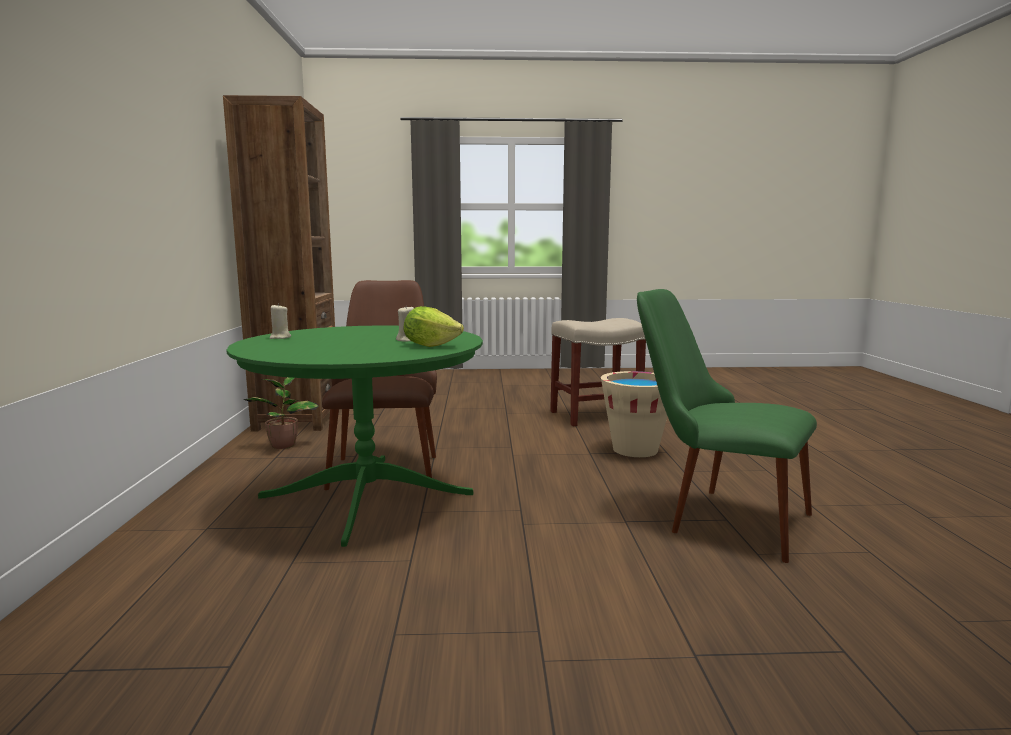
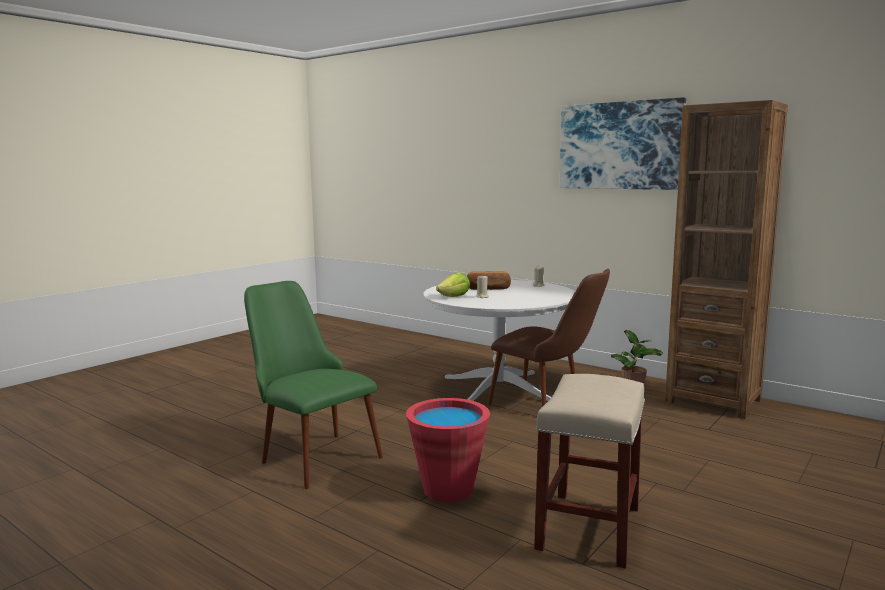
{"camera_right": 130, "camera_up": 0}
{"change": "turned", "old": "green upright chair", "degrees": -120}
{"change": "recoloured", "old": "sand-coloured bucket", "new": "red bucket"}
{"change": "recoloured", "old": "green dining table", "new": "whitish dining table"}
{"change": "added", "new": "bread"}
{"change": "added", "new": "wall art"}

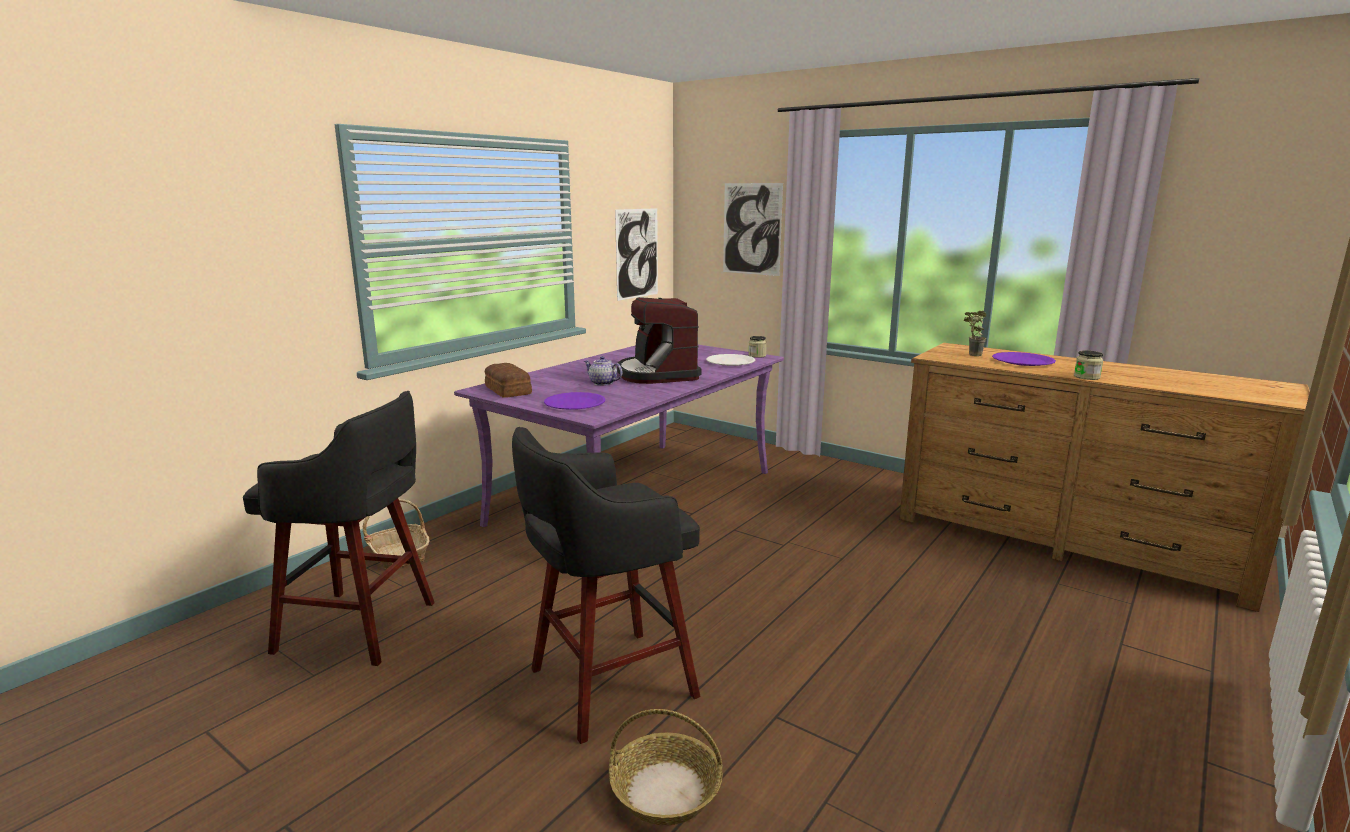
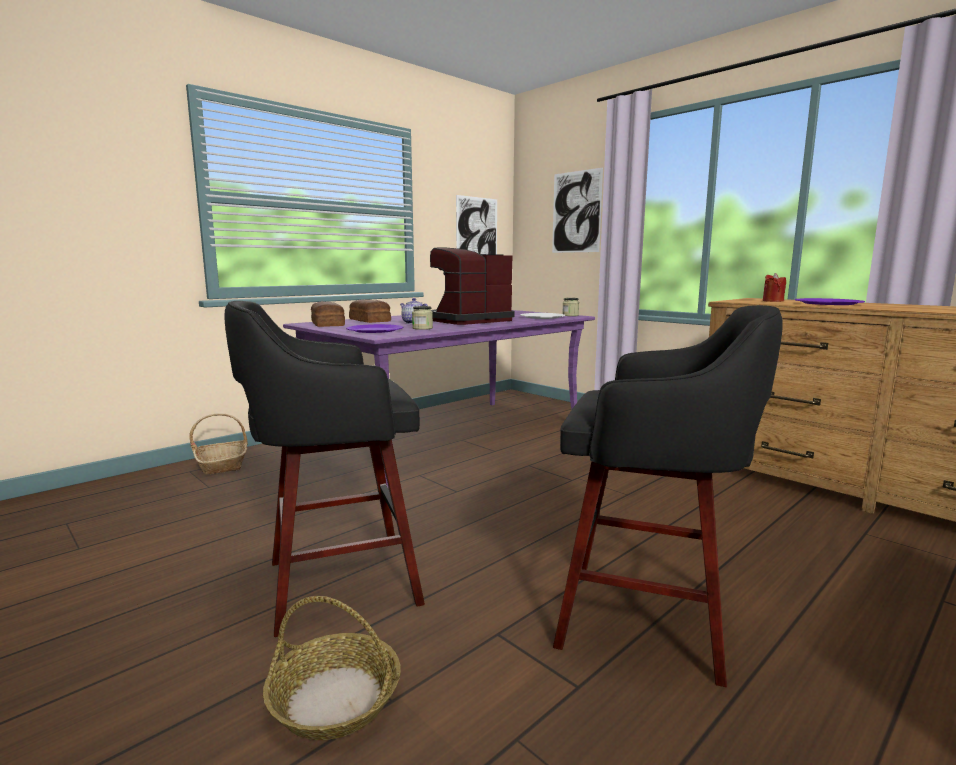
{"camera_right": 10, "camera_up": -5}
{"change": "added", "new": "bread (2nd from left)"}
{"change": "moved", "old": "jar (2nd from left in the first image)", "new": "jar (1st from left)"}
{"change": "turned", "old": "coffee maker", "degrees": 60}
{"change": "moved", "old": "black-coloured stool seat (1st from left in the first image)", "new": "black-coloured stool seat (2nd from left)"}
{"change": "replaced", "old": "potted plant", "new": "red wax candle"}

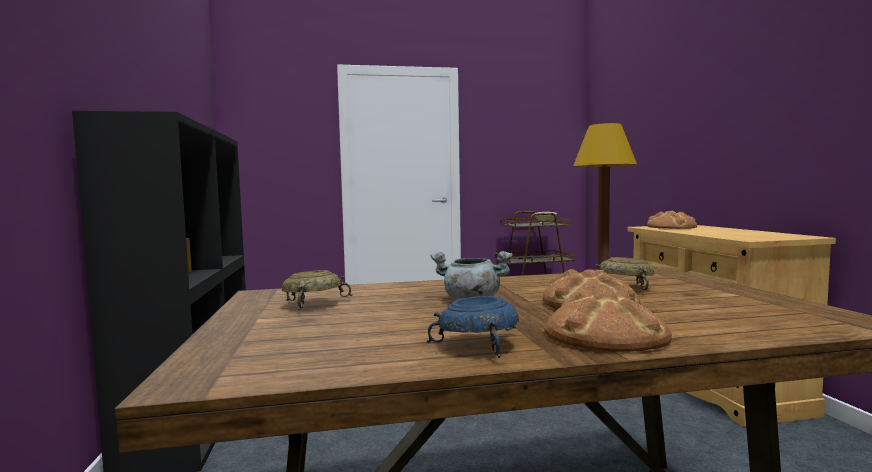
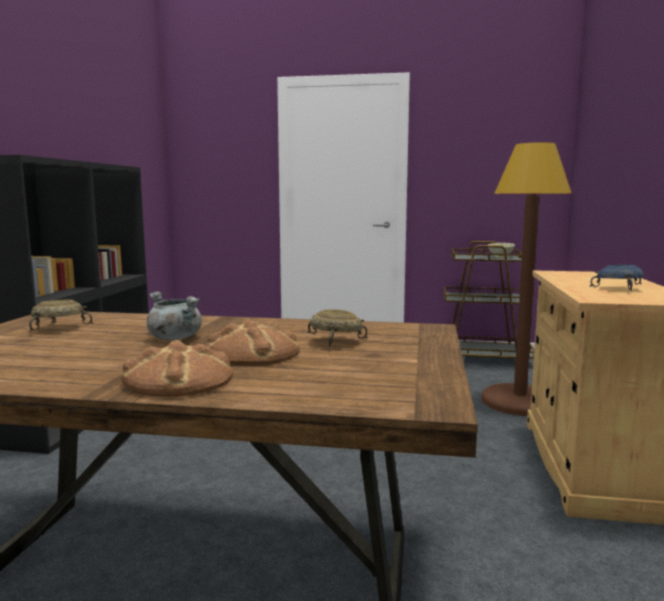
{"camera_right": 20, "camera_up": 5}
{"change": "moved", "old": "blue-coloured deep dish"}
{"change": "removed", "old": "bread (3rd from left)"}

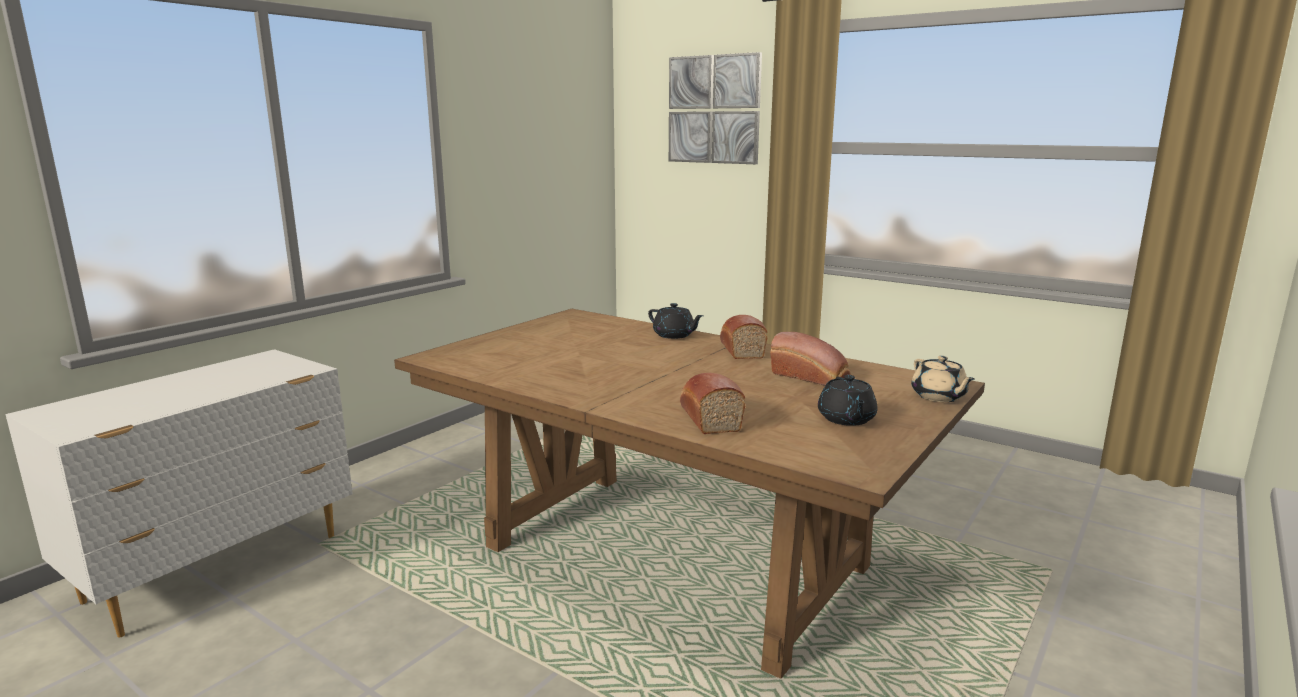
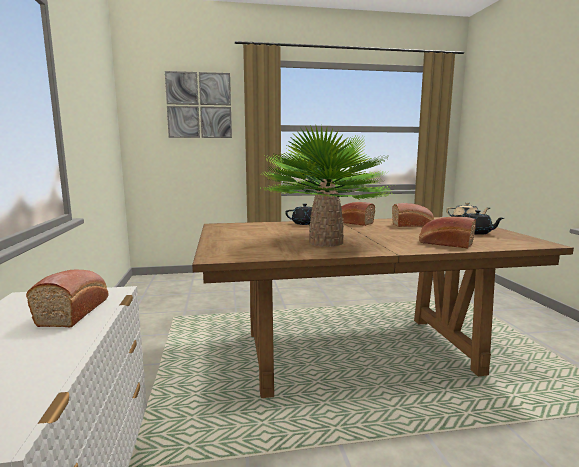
{"camera_right": -45, "camera_up": -5}
{"change": "added", "new": "bread (1st from left)"}
{"change": "added", "new": "potted plant"}

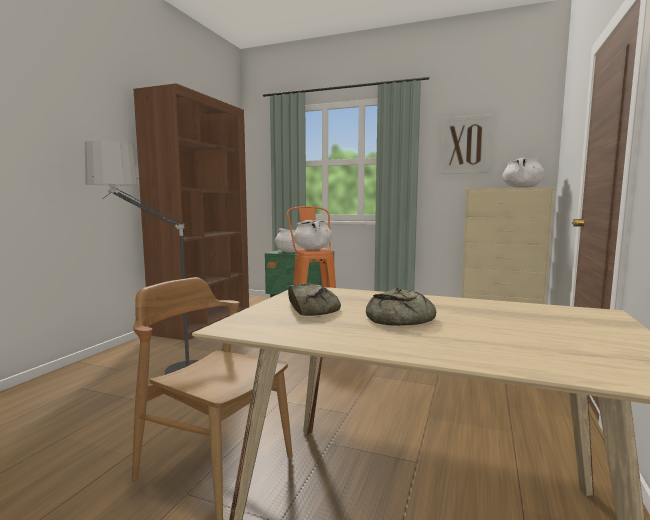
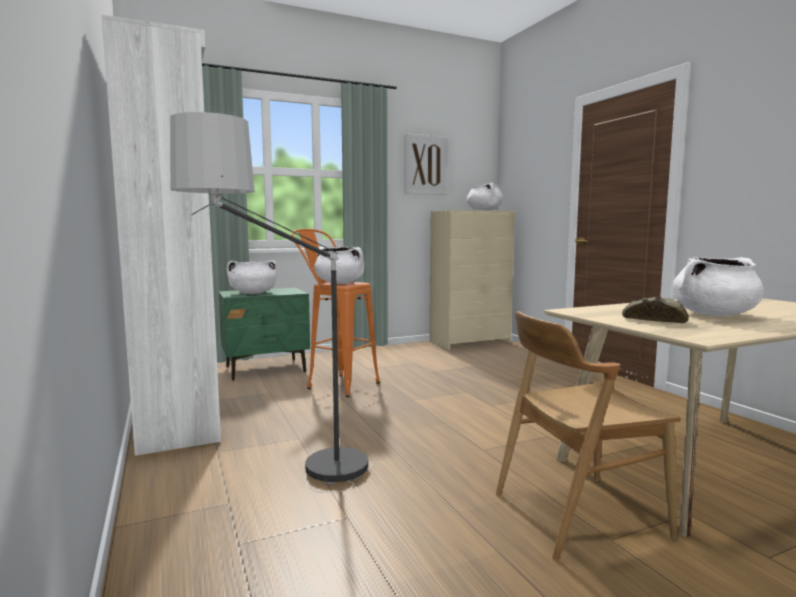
{"camera_right": -45, "camera_up": 0}
{"change": "recoloured", "old": "brown-coloured bookcase", "new": "whitish bookcase"}
{"change": "replaced", "old": "bread (2nd from left)", "new": "whitish stockpot (4th from left)"}

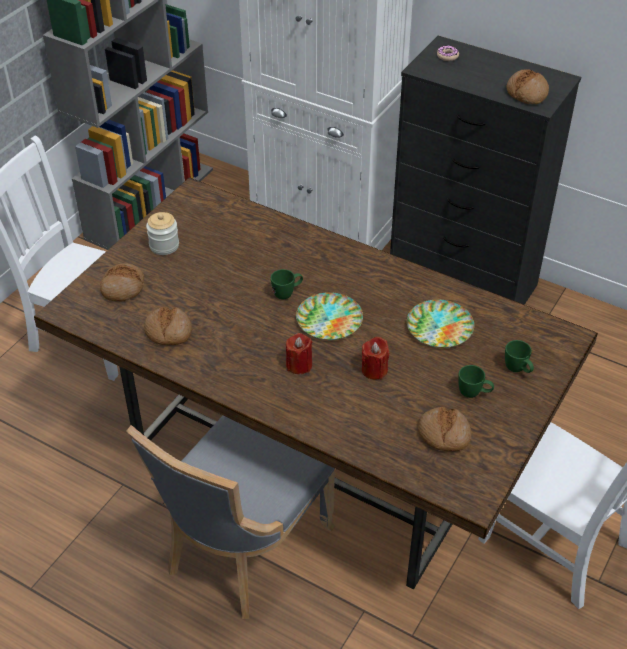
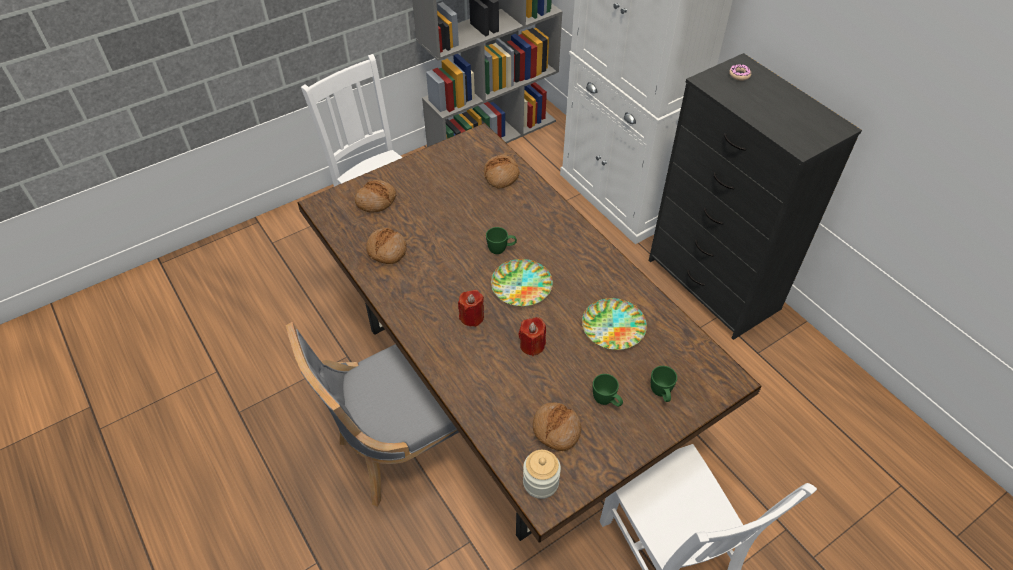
{"camera_right": 25, "camera_up": 5}
{"change": "moved", "old": "bread (4th from left in the first image)", "new": "bread (3rd from left)"}
{"change": "moved", "old": "jar"}

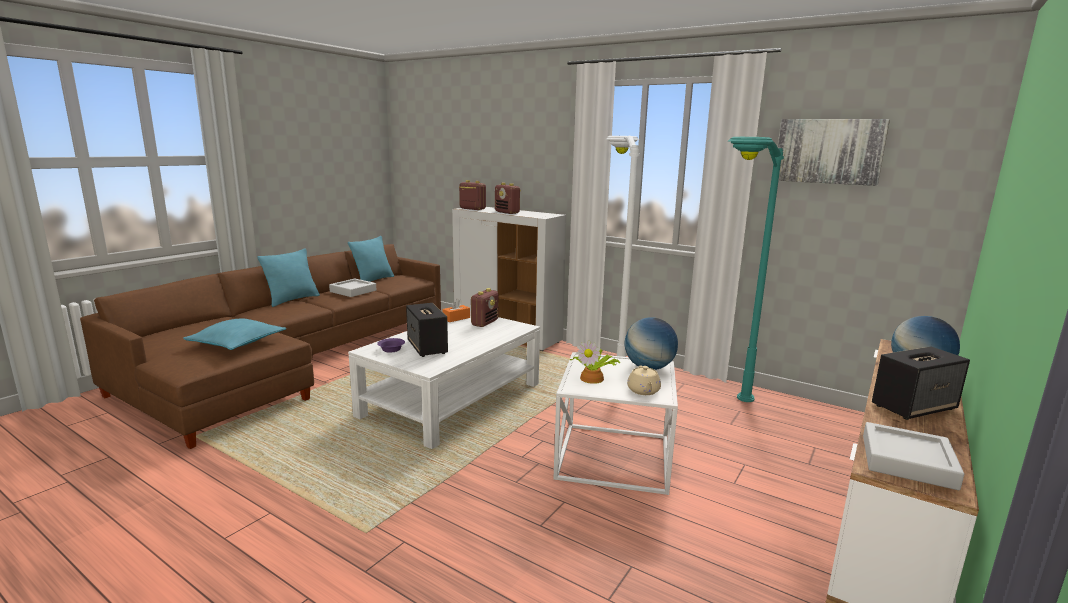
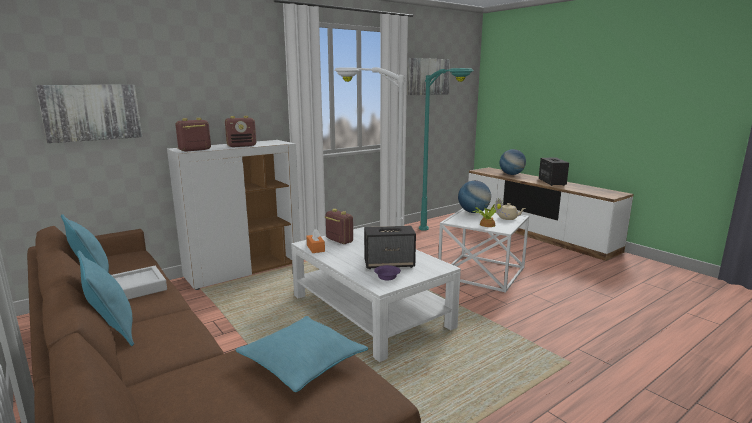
{"camera_right": -70, "camera_up": 0}
{"change": "added", "new": "wall art (1st from left)"}
{"change": "removed", "old": "grey tray (2nd from left)"}

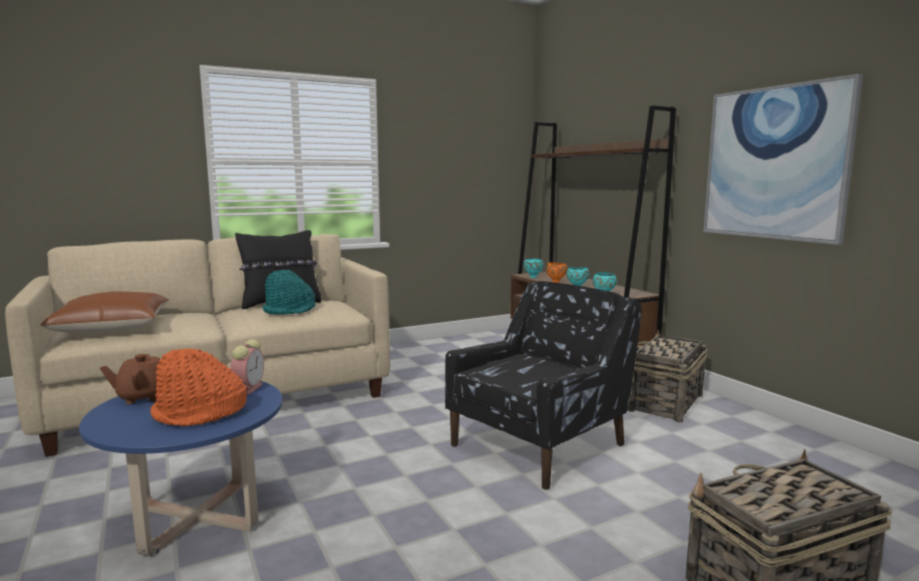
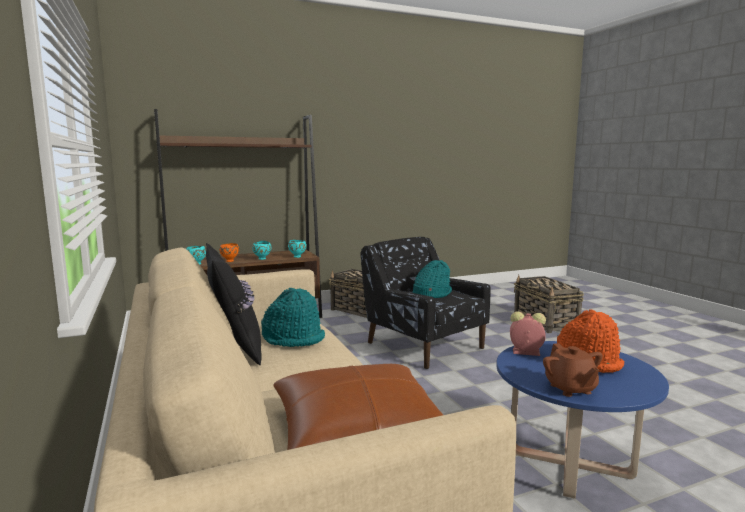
{"camera_right": -85, "camera_up": 0}
{"change": "added", "new": "blue-green hat (2nd from left)"}
{"change": "removed", "old": "wall art"}

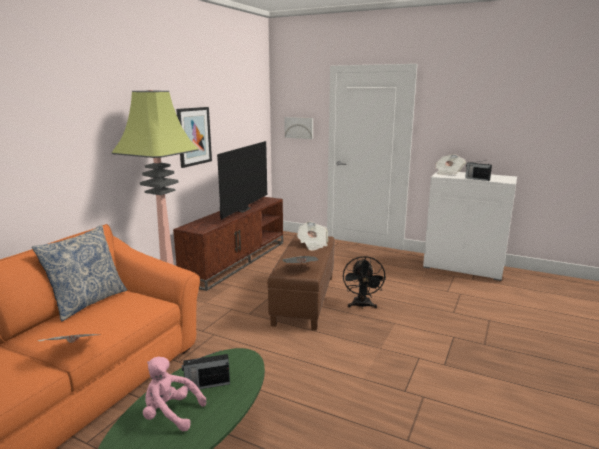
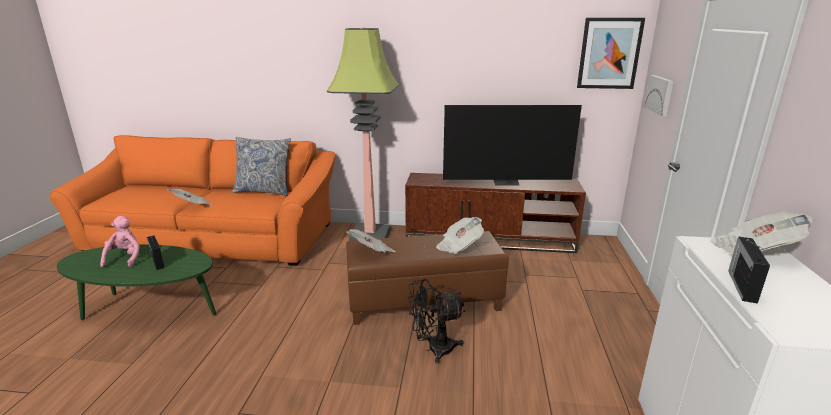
{"camera_right": 70, "camera_up": 5}
{"change": "moved", "old": "wall art (1st from left)"}

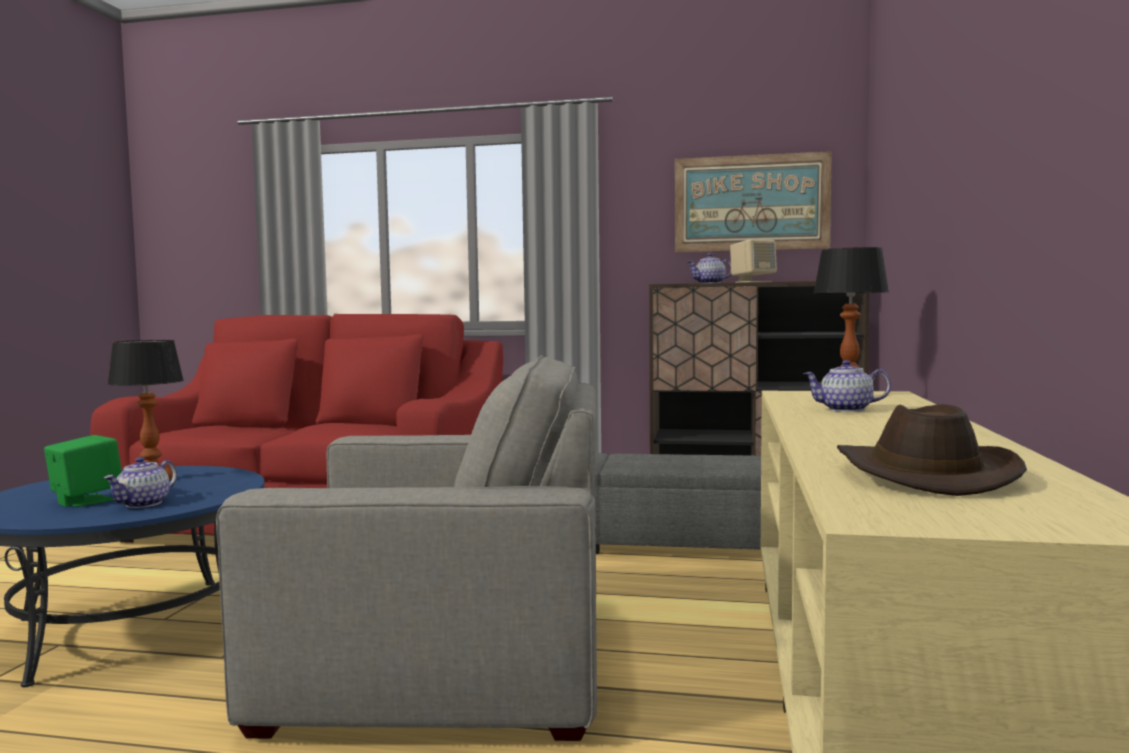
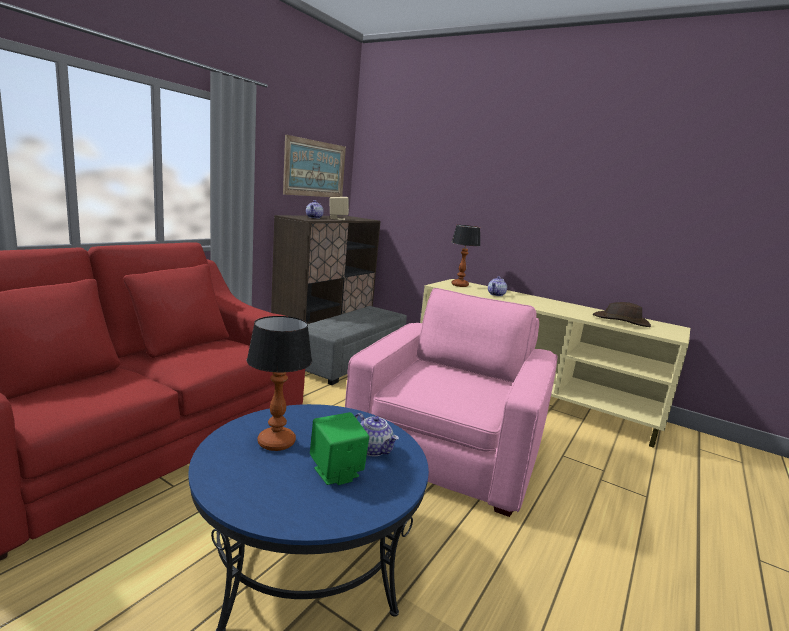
{"camera_right": -70, "camera_up": 10}
{"change": "recoloured", "old": "grey armchair", "new": "pinkish armchair"}

